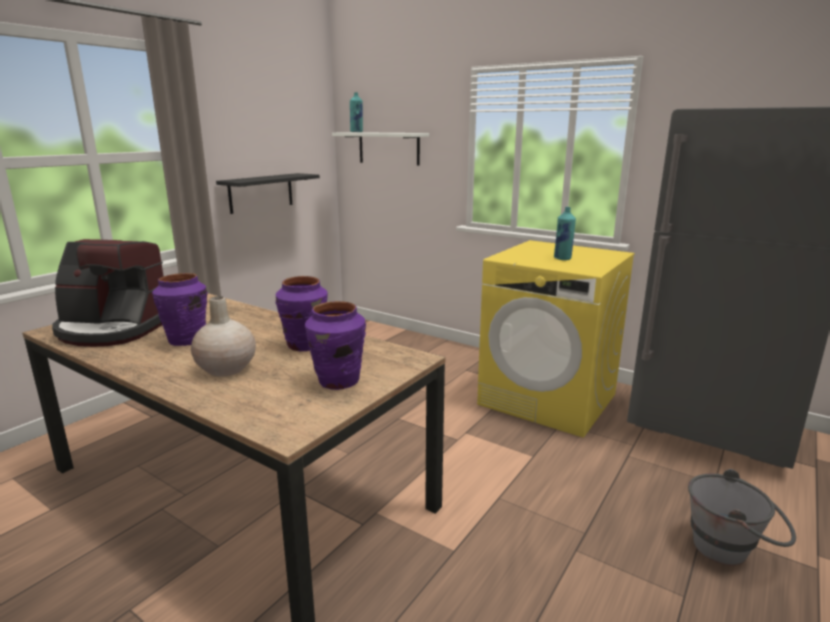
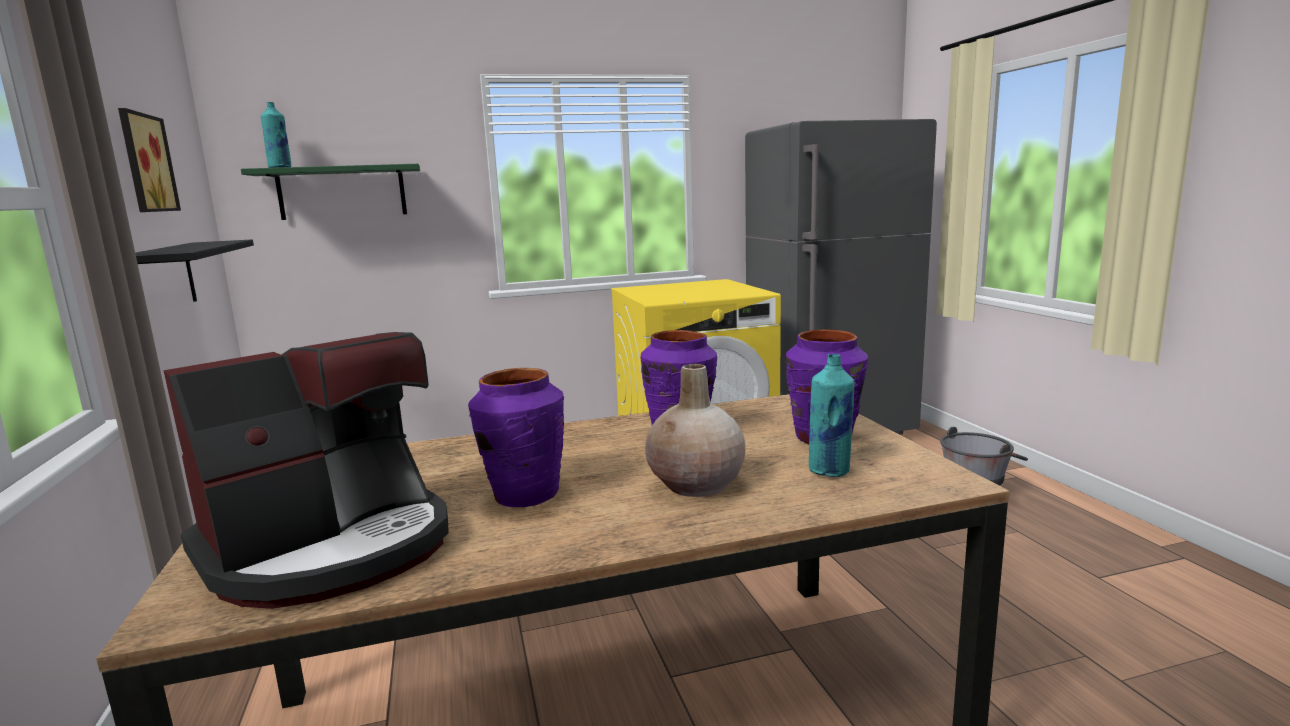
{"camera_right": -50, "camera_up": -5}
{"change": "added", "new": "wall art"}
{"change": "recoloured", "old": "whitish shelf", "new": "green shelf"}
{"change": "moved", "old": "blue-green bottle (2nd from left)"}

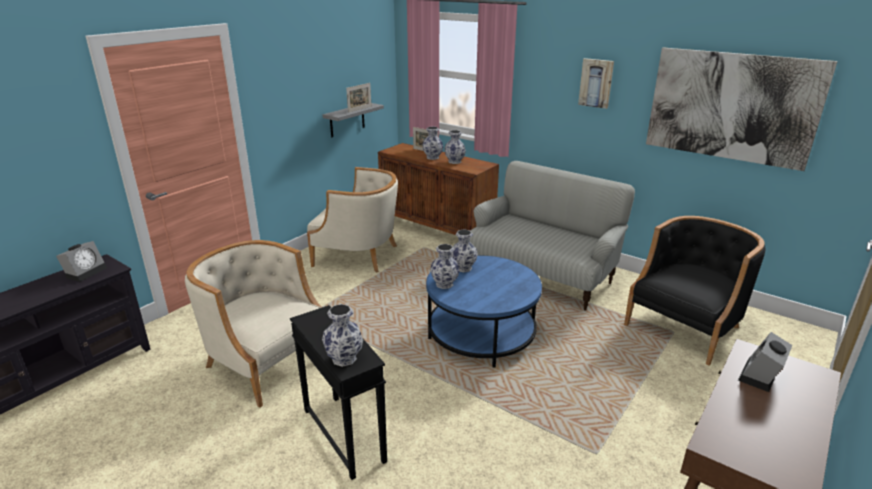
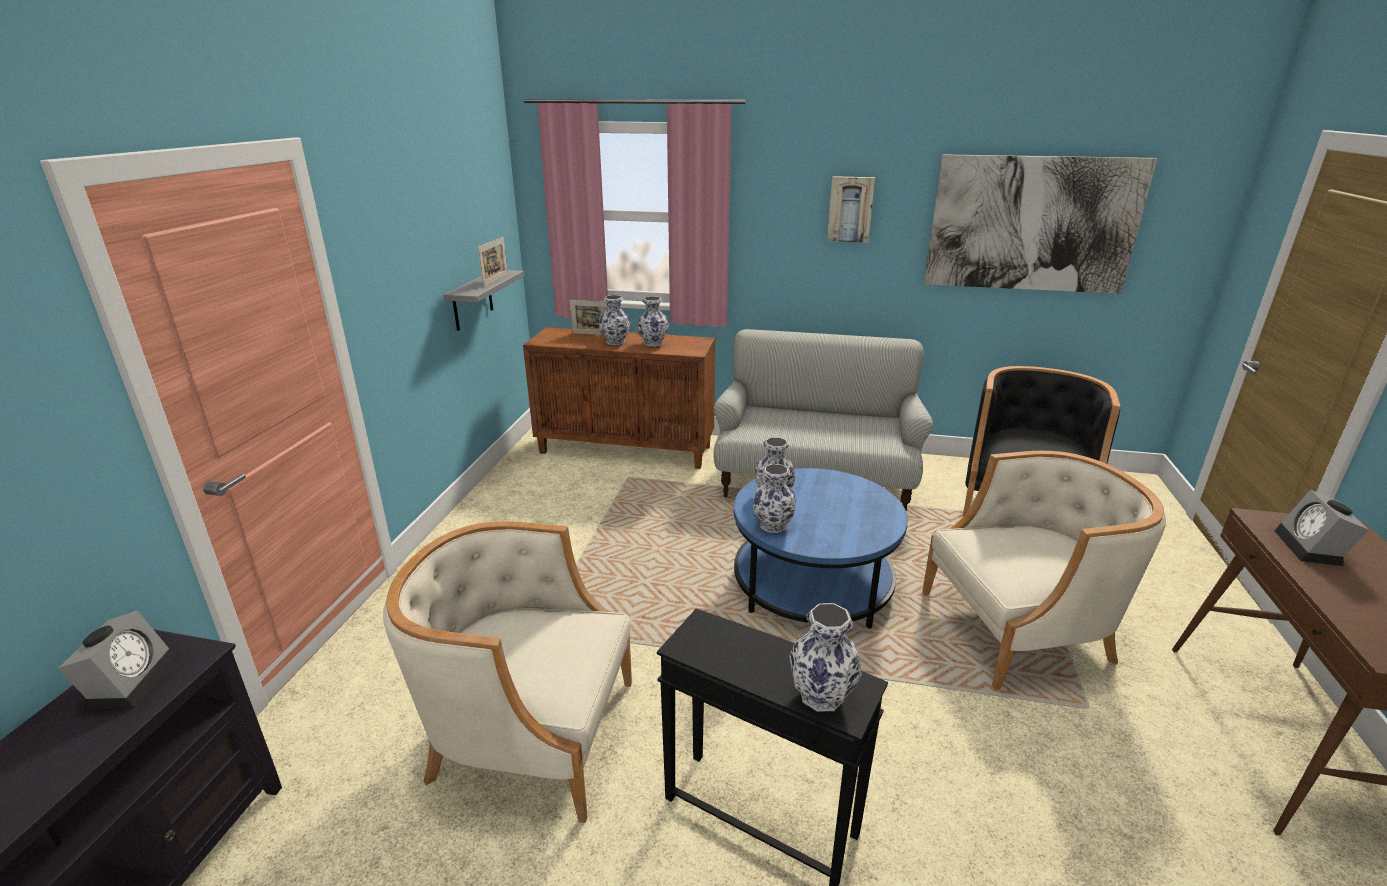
{"camera_right": -25, "camera_up": 0}
{"change": "moved", "old": "sand-coloured armchair (2nd from left)"}

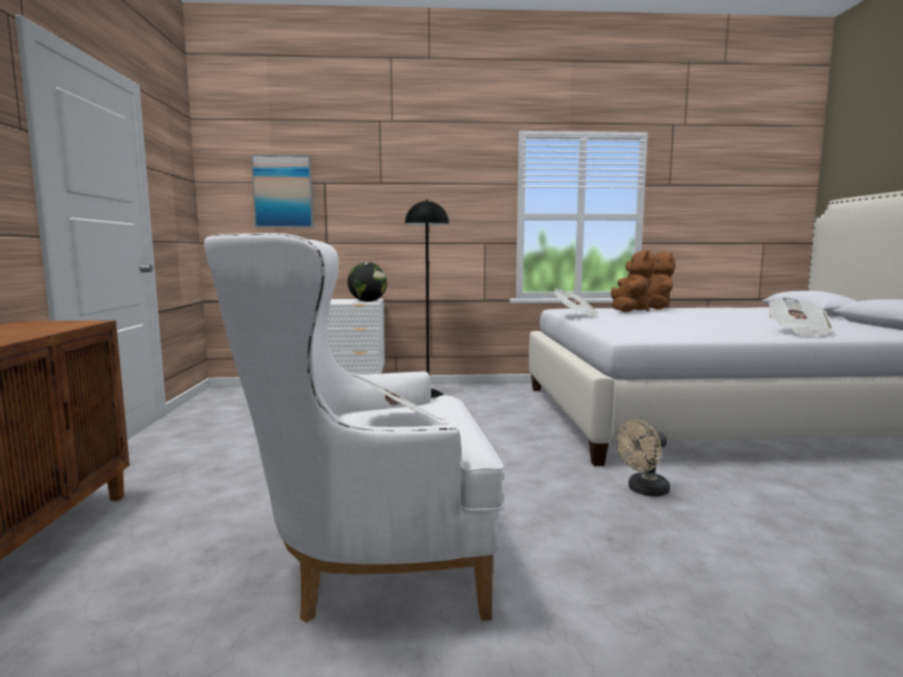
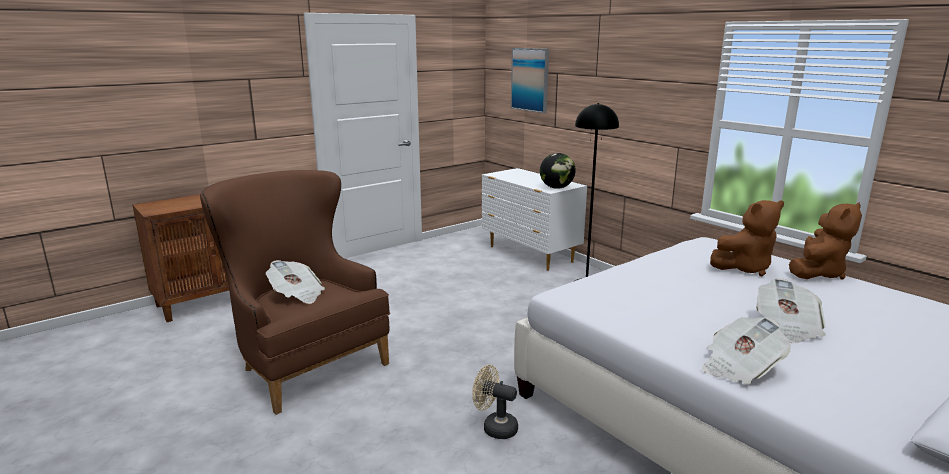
{"camera_right": 55, "camera_up": 10}
{"change": "recoloured", "old": "whitish armchair", "new": "brown-coloured armchair"}
{"change": "moved", "old": "printed paper (2nd from left in the first image)", "new": "printed paper (3rd from left)"}

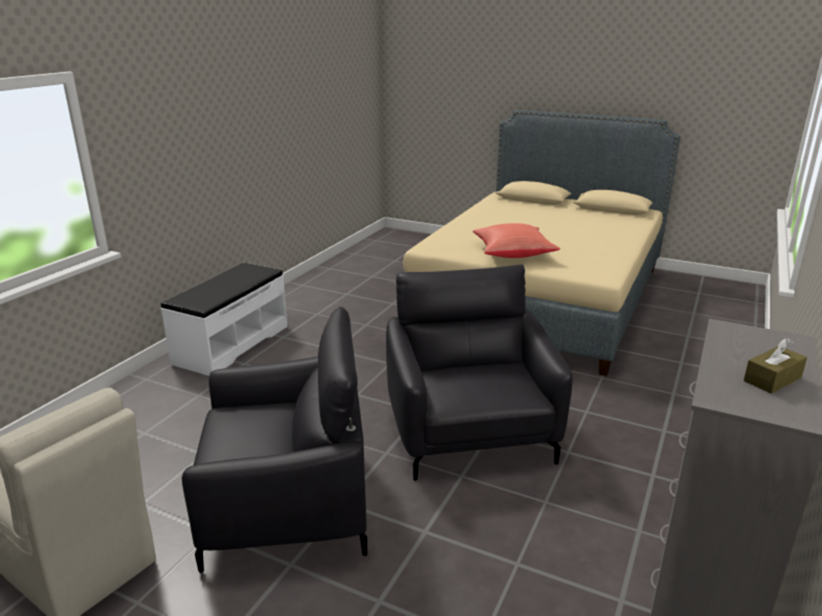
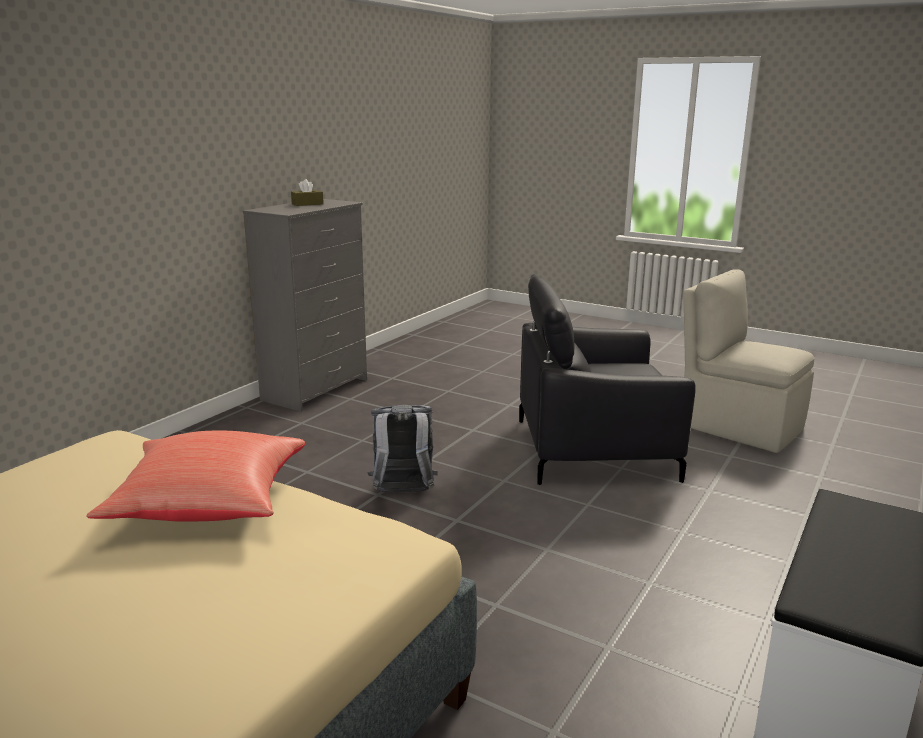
{"camera_right": -175, "camera_up": -5}
{"change": "replaced", "old": "black-coloured armchair (2nd from left)", "new": "grey backpack"}

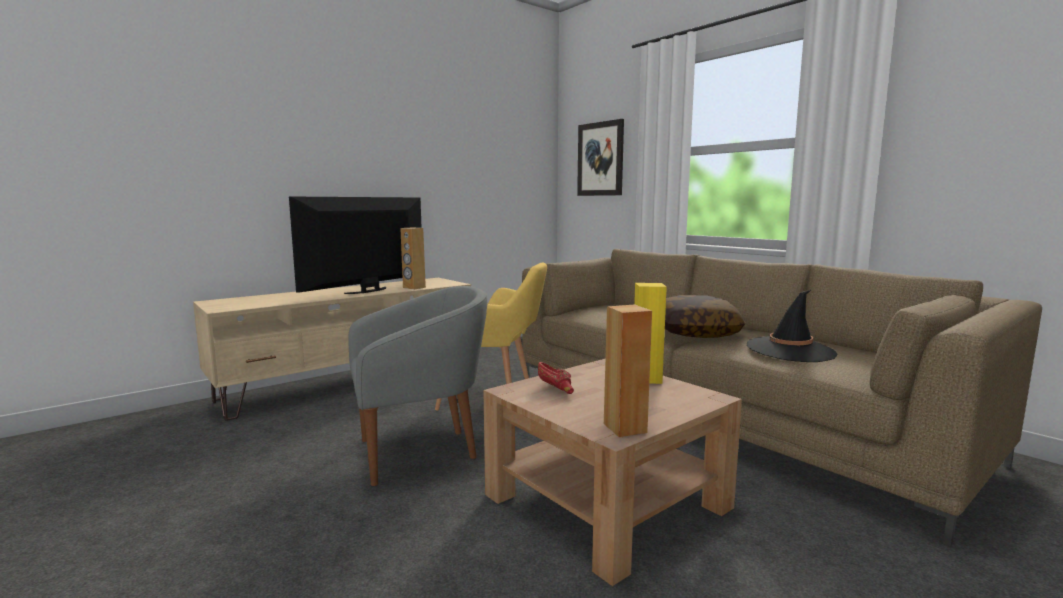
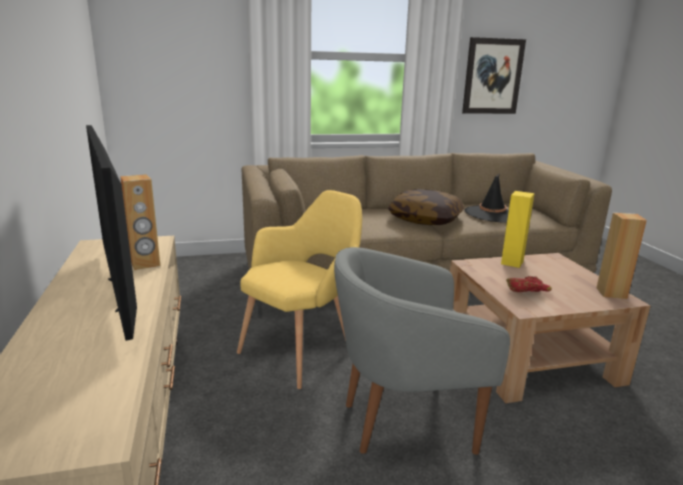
{"camera_right": -65, "camera_up": 10}
{"change": "turned", "old": "grey armchair", "degrees": -105}
{"change": "moved", "old": "wall art"}

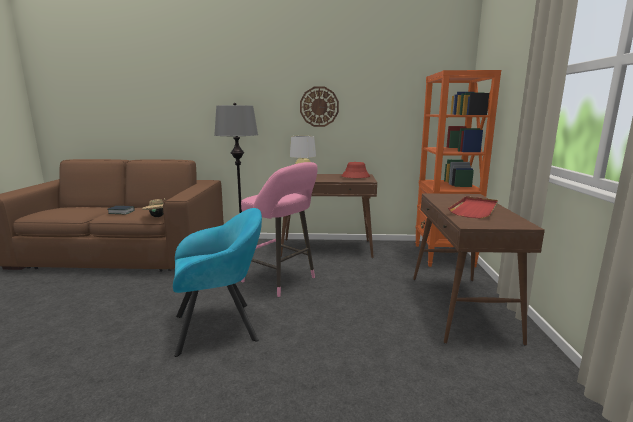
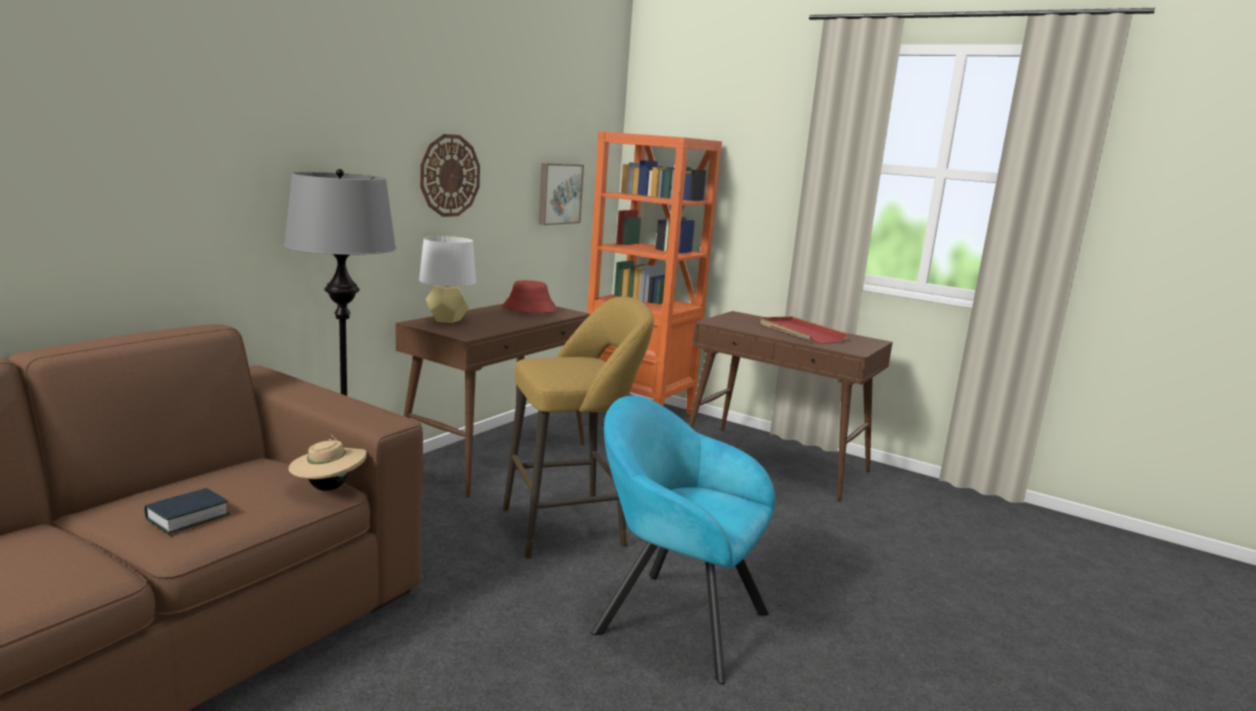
{"camera_right": -60, "camera_up": 0}
{"change": "recoloured", "old": "pinkish stool seat", "new": "yellowish stool seat"}
{"change": "added", "new": "wall art"}
{"change": "turned", "old": "blue-green armchair", "degrees": -75}

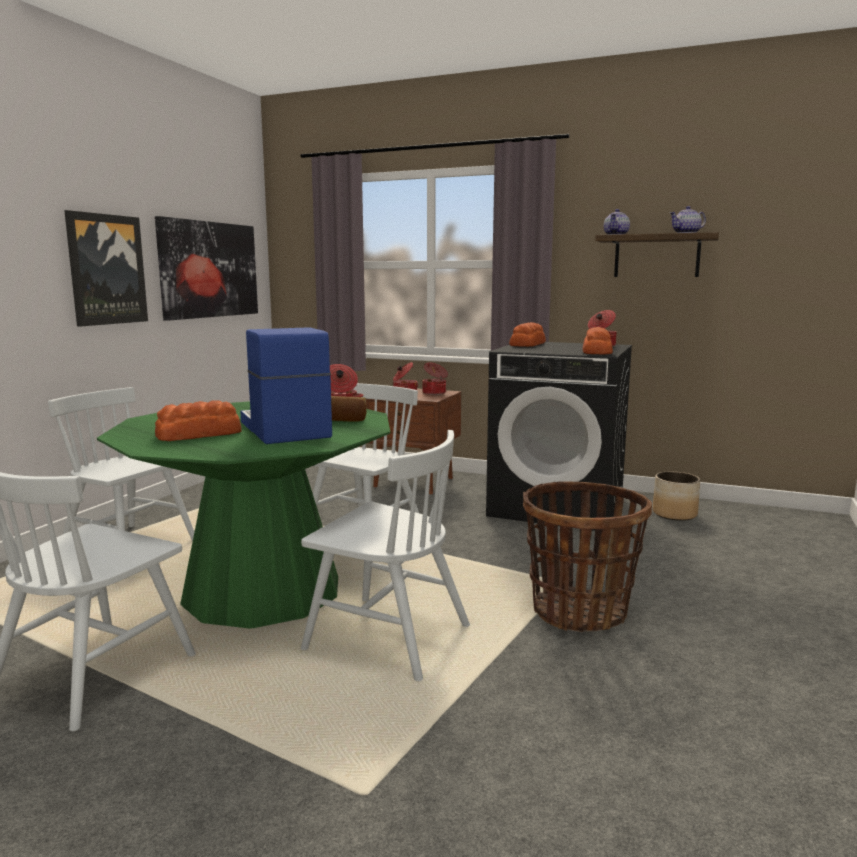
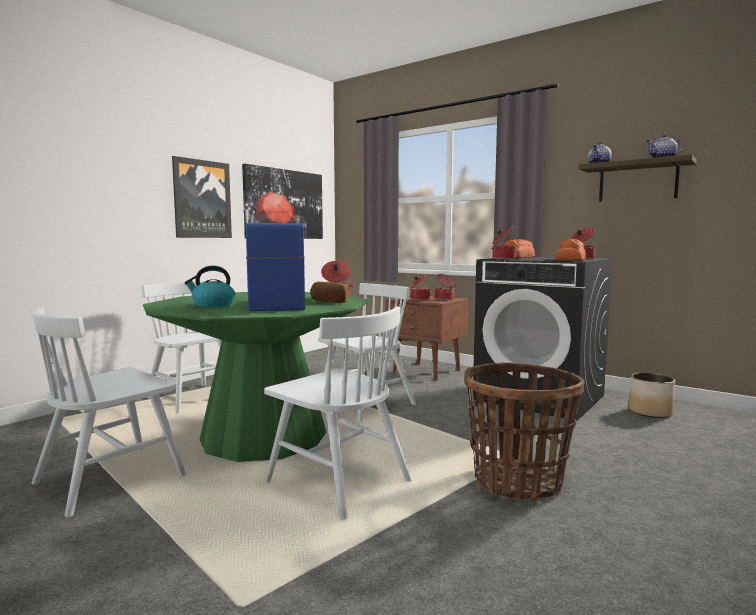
{"camera_right": 15, "camera_up": -5}
{"change": "replaced", "old": "bread (1st from left)", "new": "kettle"}
{"change": "added", "new": "stockpot (4th from left)"}

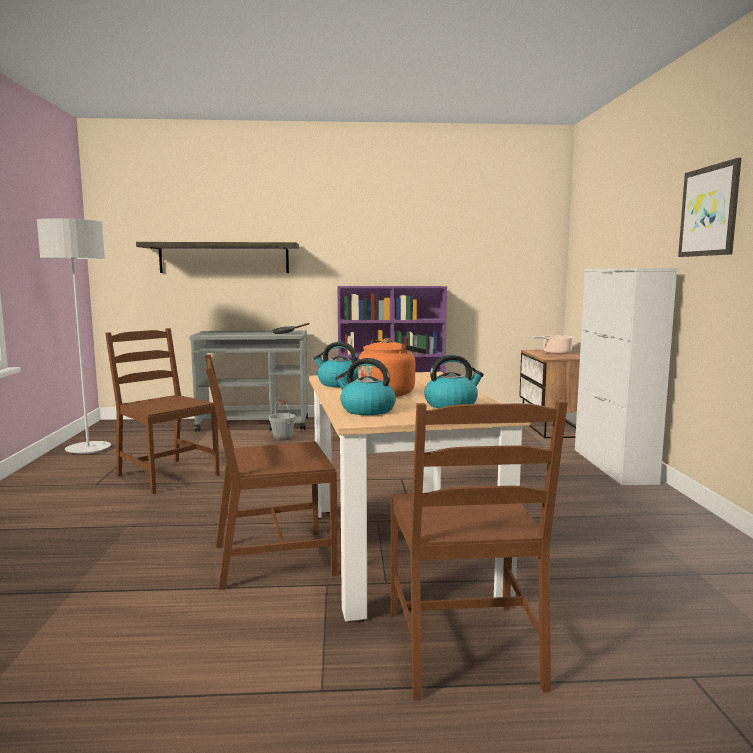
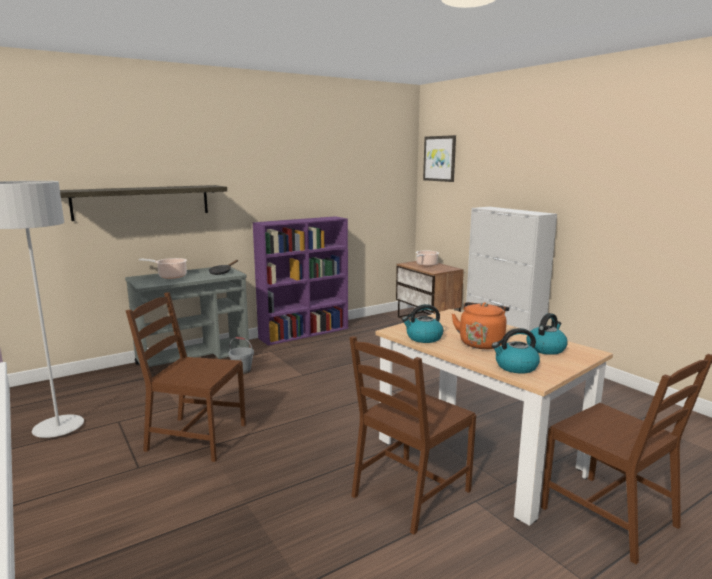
{"camera_right": -30, "camera_up": 5}
{"change": "added", "new": "stockpot (1st from left)"}
{"change": "moved", "old": "wall art"}

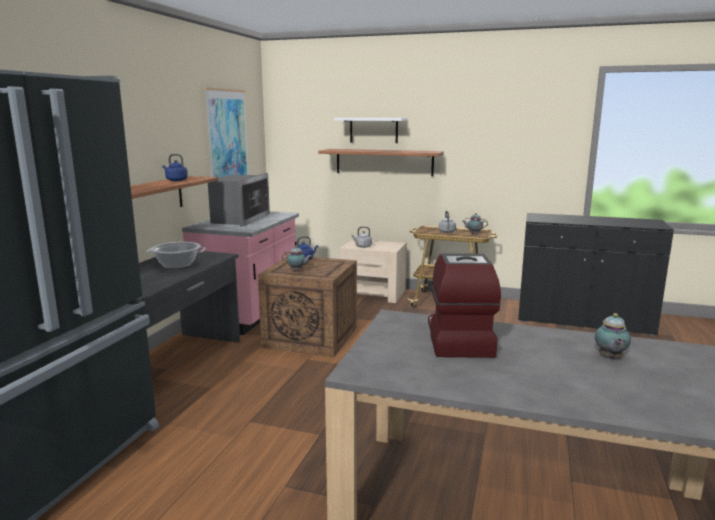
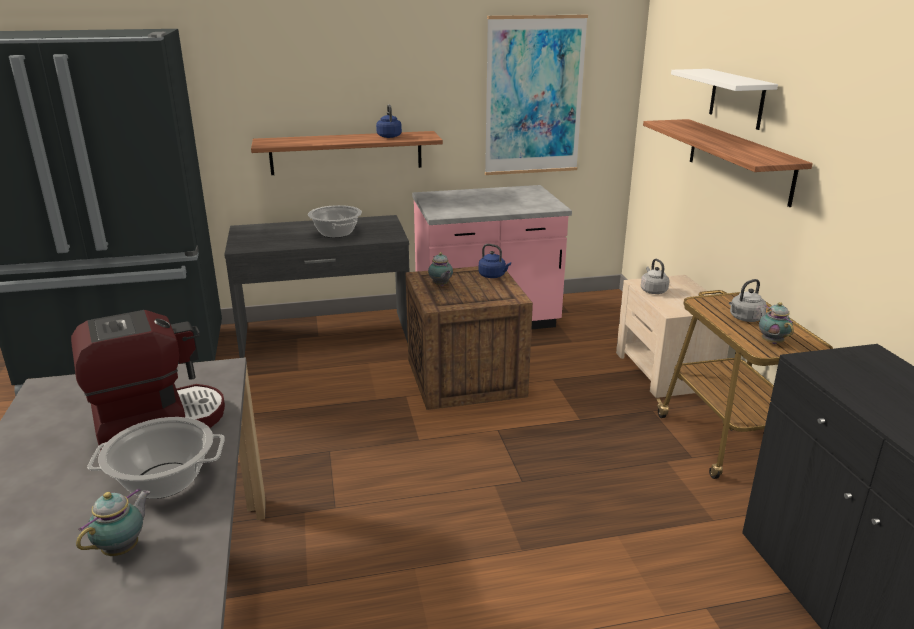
{"camera_right": 60, "camera_up": 10}
{"change": "turned", "old": "teapot (3rd from left in the first image)", "degrees": 135}
{"change": "added", "new": "stockpot (1st from left)"}
{"change": "removed", "old": "kitchen microwave"}

